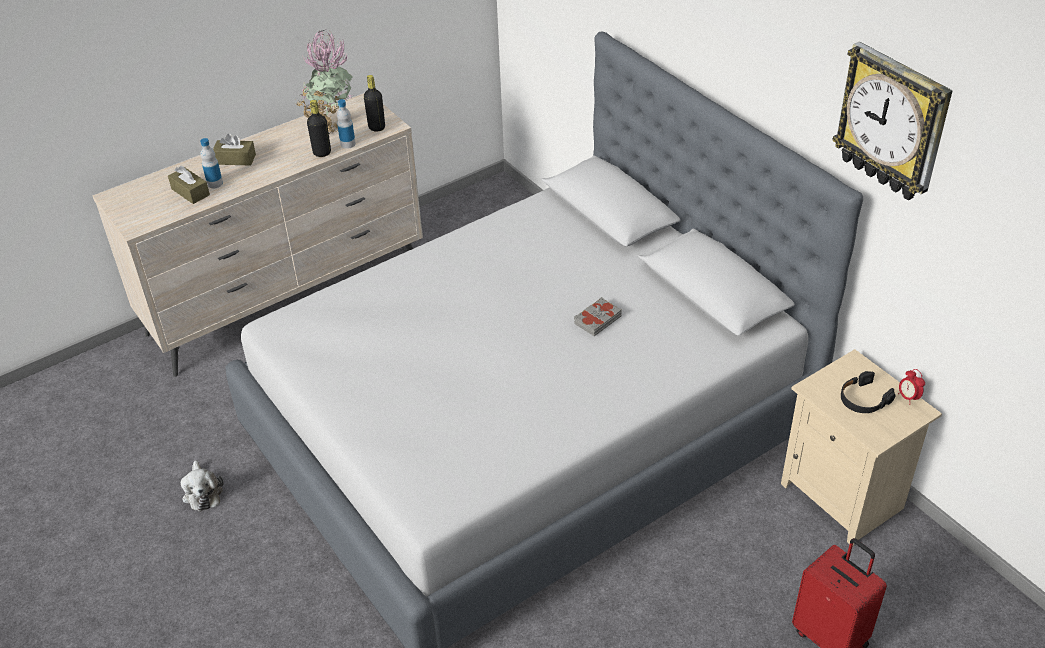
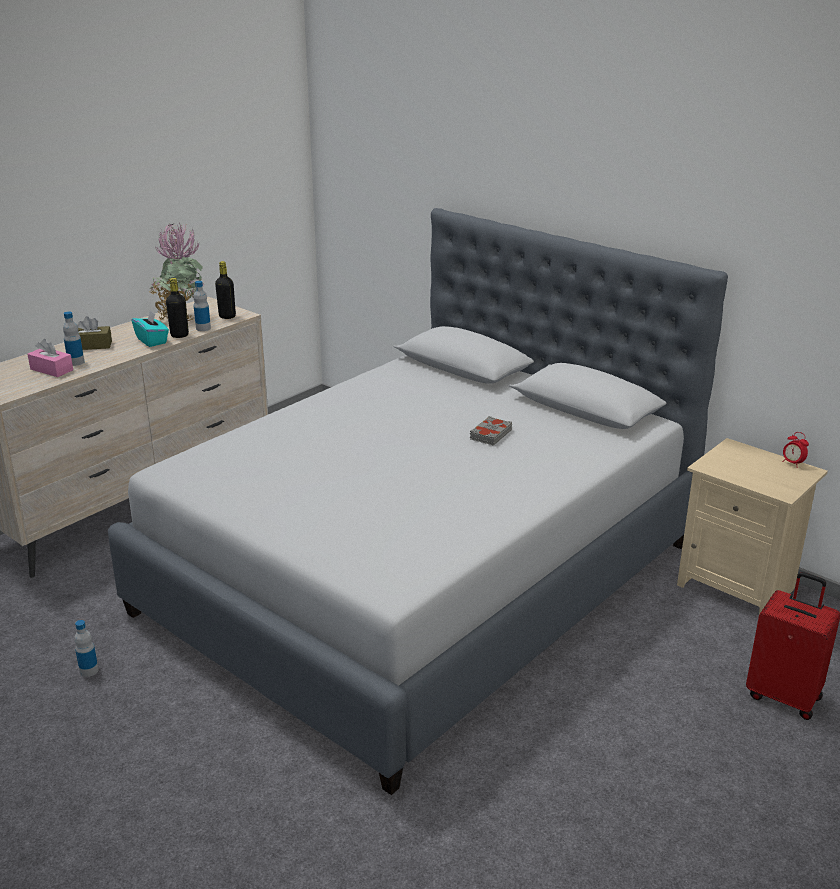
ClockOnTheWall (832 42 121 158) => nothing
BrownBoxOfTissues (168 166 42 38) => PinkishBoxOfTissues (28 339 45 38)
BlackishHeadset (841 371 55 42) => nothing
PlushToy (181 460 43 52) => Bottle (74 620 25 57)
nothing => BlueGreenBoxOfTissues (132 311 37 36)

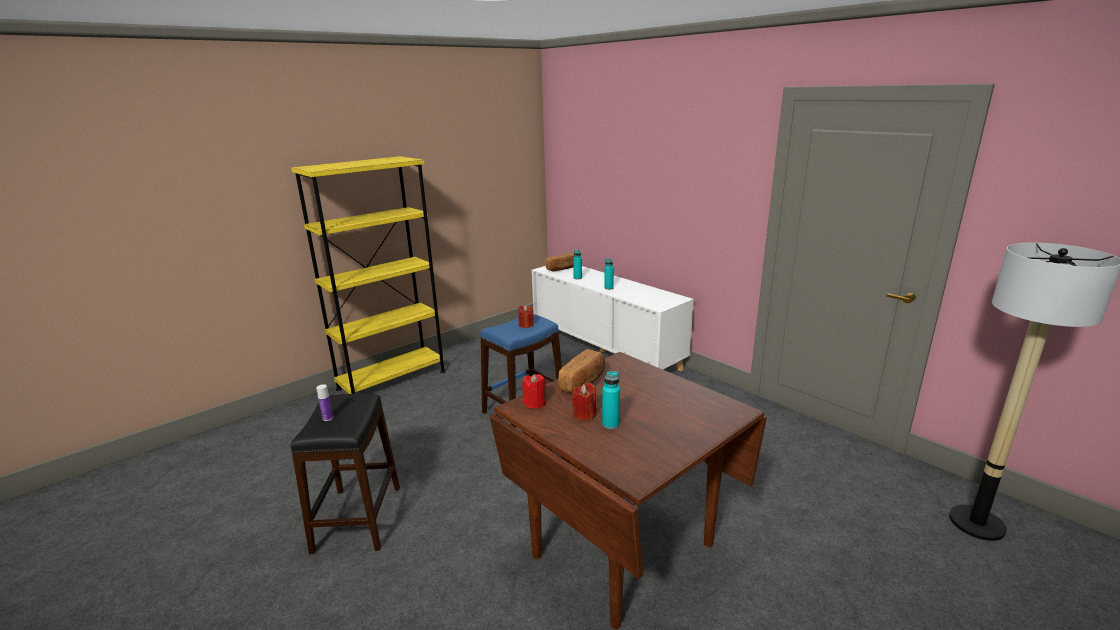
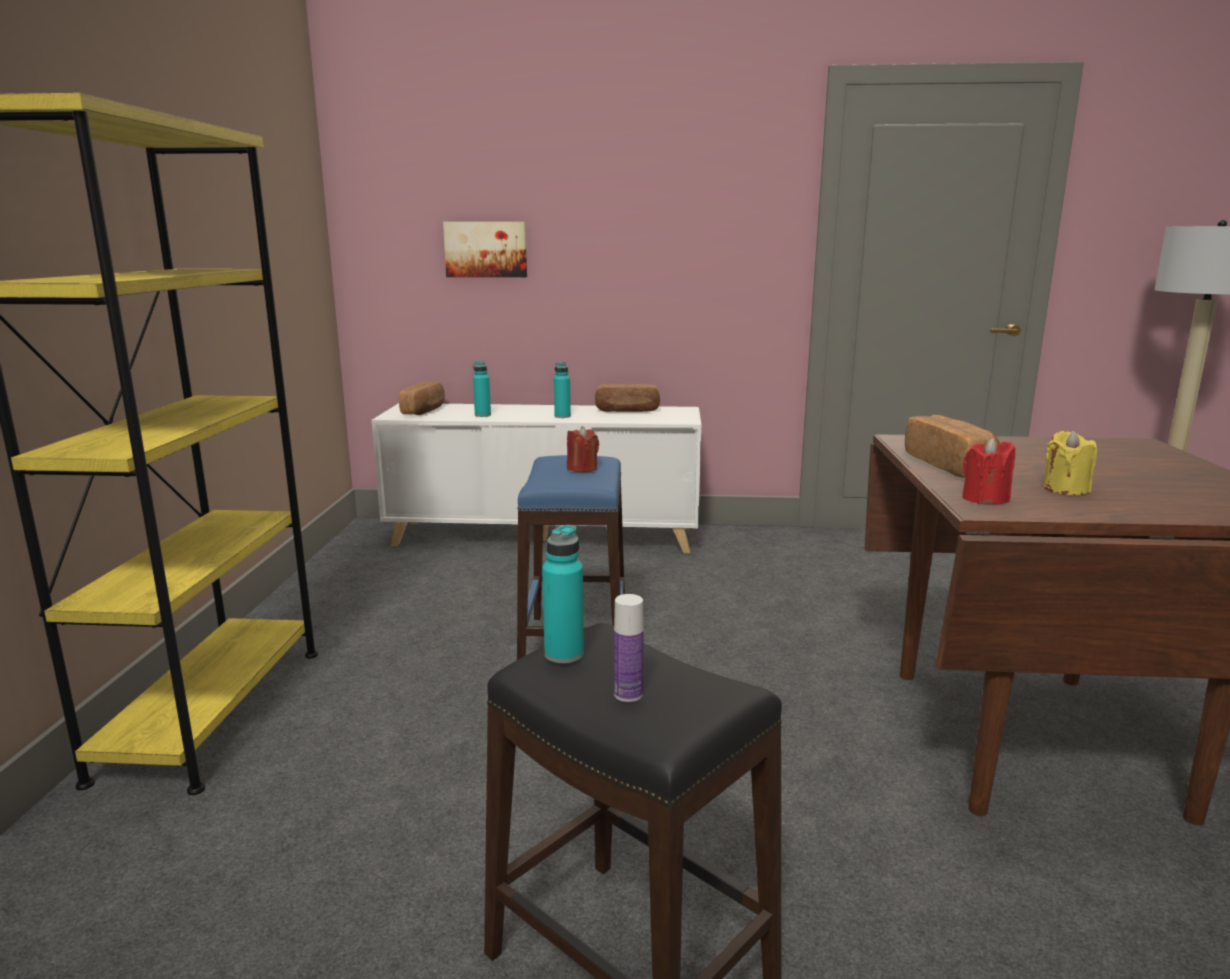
BlueGreenBottle (602 371 18 58) => BlueGreenBottle (542 525 42 138), shifted
RedWaxLight (572 383 24 38) => YellowWaxLight (1044 430 53 65)
nothing => Picture (443 222 84 55)
nothing => BakedBread (595 384 65 28)

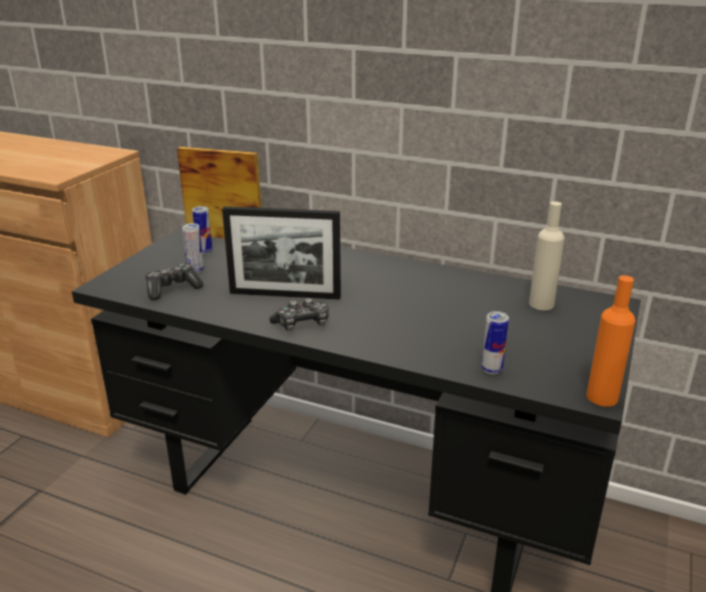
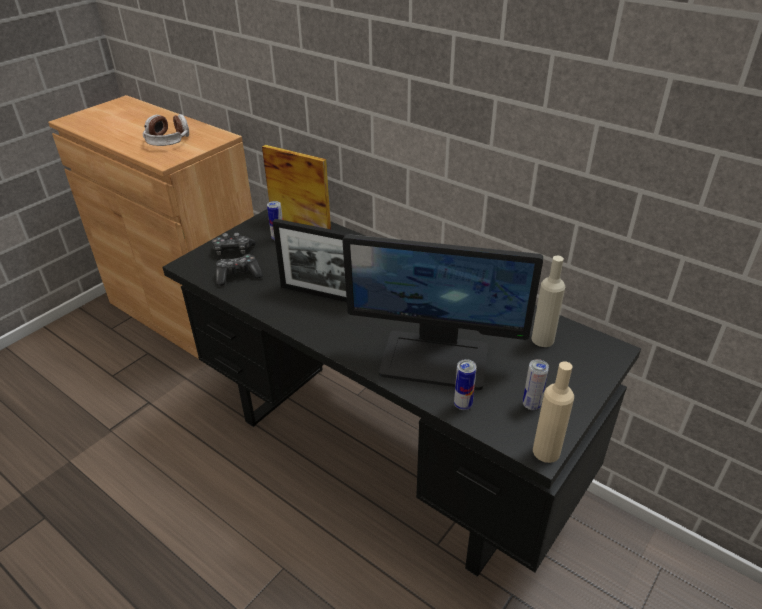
Can (182 223 22 50) => Can (523 359 26 51), shifted
OrangeBottle (587 275 49 132) => SandColouredBottle (533 361 41 102)
GameController (270 298 59 33) => GameController (212 233 44 22), shifted
nothing => Headset (143 114 46 32)
nothing => Monitor (342 234 201 156)

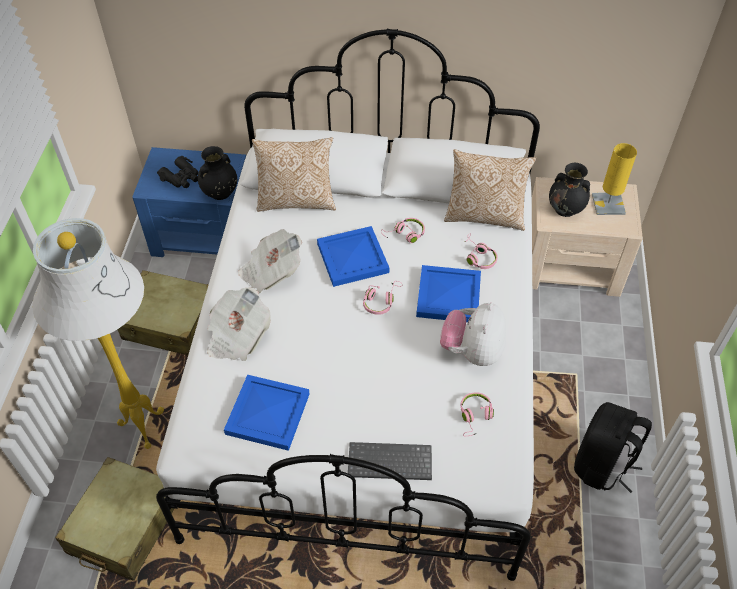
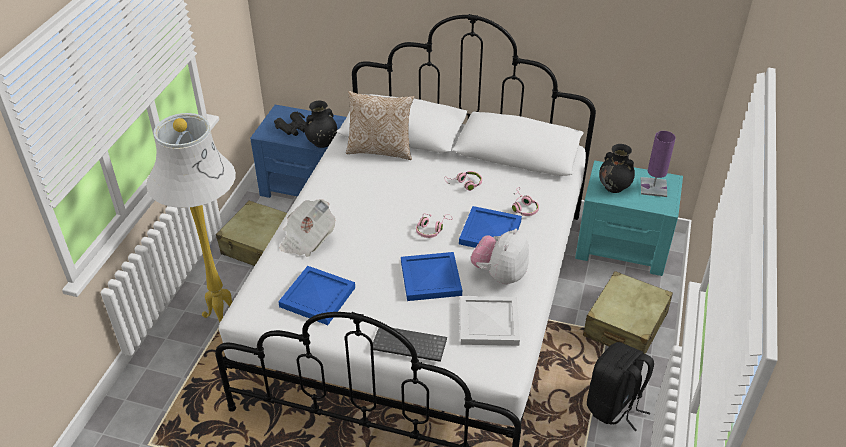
YellowTableLamp (592 143 45 72) => PurpleColouredTableLamp (641 131 35 66)
Cushion (444 149 92 82) => nothing
SandColouredNightTable (532 177 111 120) => BlueGreenNightTable (575 160 108 116)
BlueColouredCarryingTray (317 226 72 61) => BlueColouredCarryingTray (401 252 61 49), shifted
PrintedPaper (238 229 64 64) => nothing
PinkishHeadset (460 392 34 44) => WhiteColouredCarryingTray (460 296 60 50)
SandColouredSuitcase (55 457 120 124) => SandColouredSuitcase (583 271 90 83), shifted

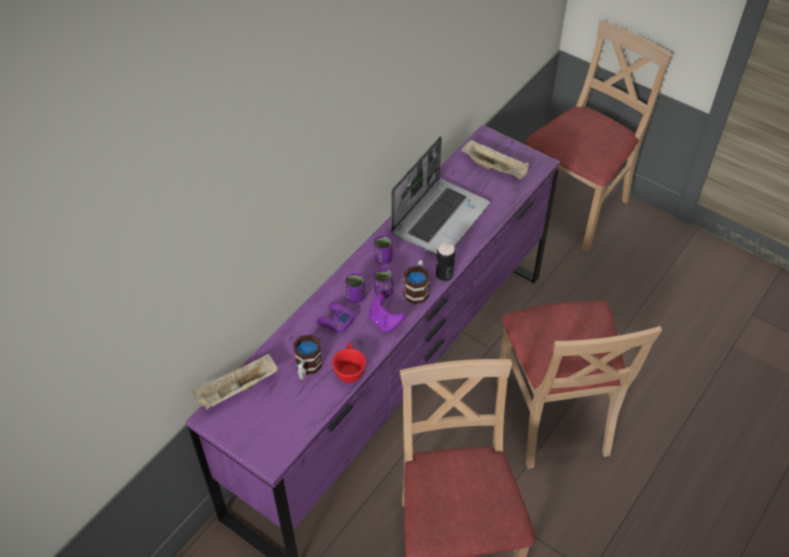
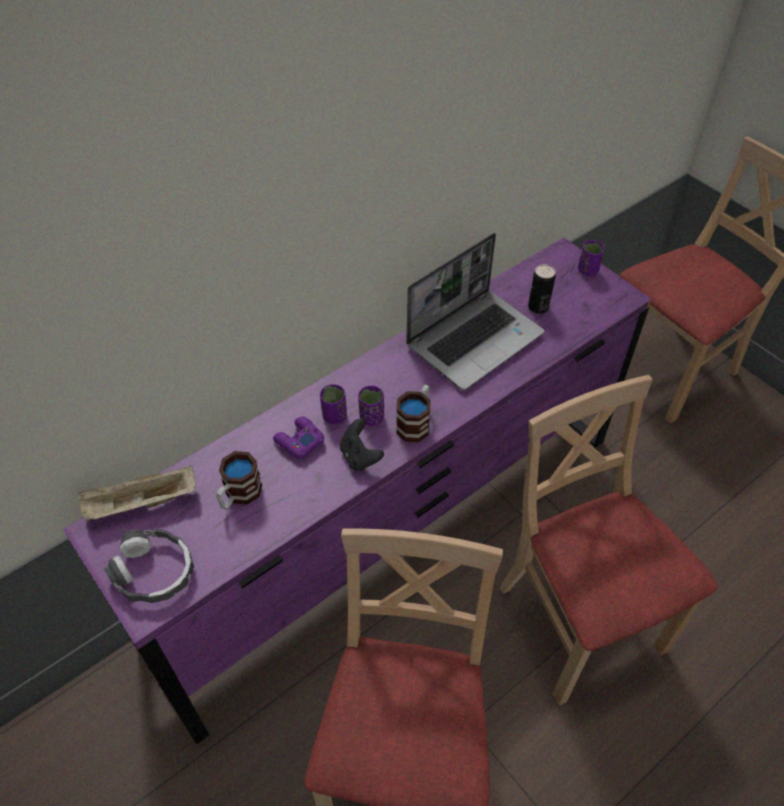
SandColouredCarryingTray (461 140 68 39) => nothing
PurpleColouredCup (374 235 18 30) => PurpleColouredCup (578 240 27 36), shifted
Can (436 243 19 38) => Can (528 264 28 50), shifted
PurpleColouredGameController (369 294 36 38) => BlackishGameController (340 419 44 52)
SandColouredPlainChair (496 300 166 169) => SandColouredPlainChair (500 375 217 331), 150 degrees clockwise
RedCup (332 343 34 40) => nothing
nothing => Headset (104 529 90 74)

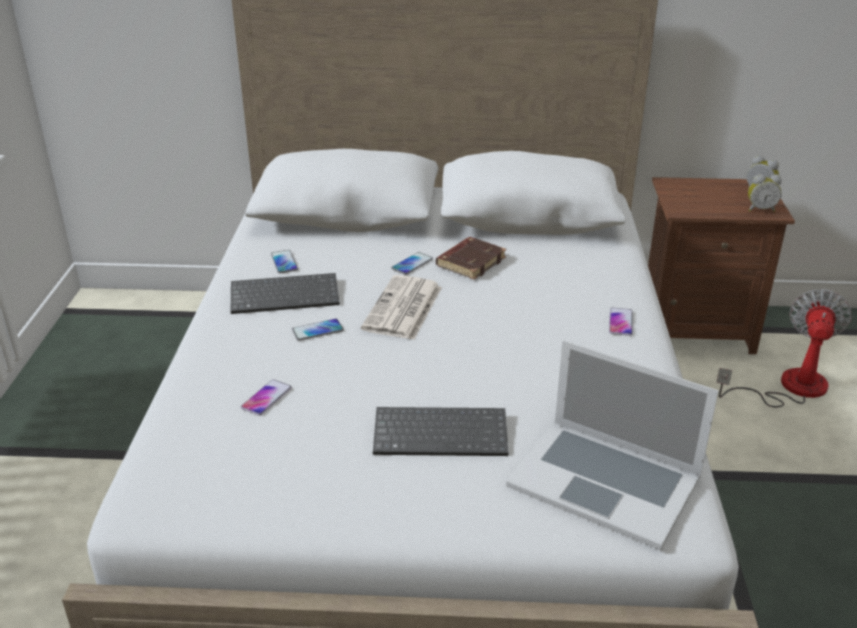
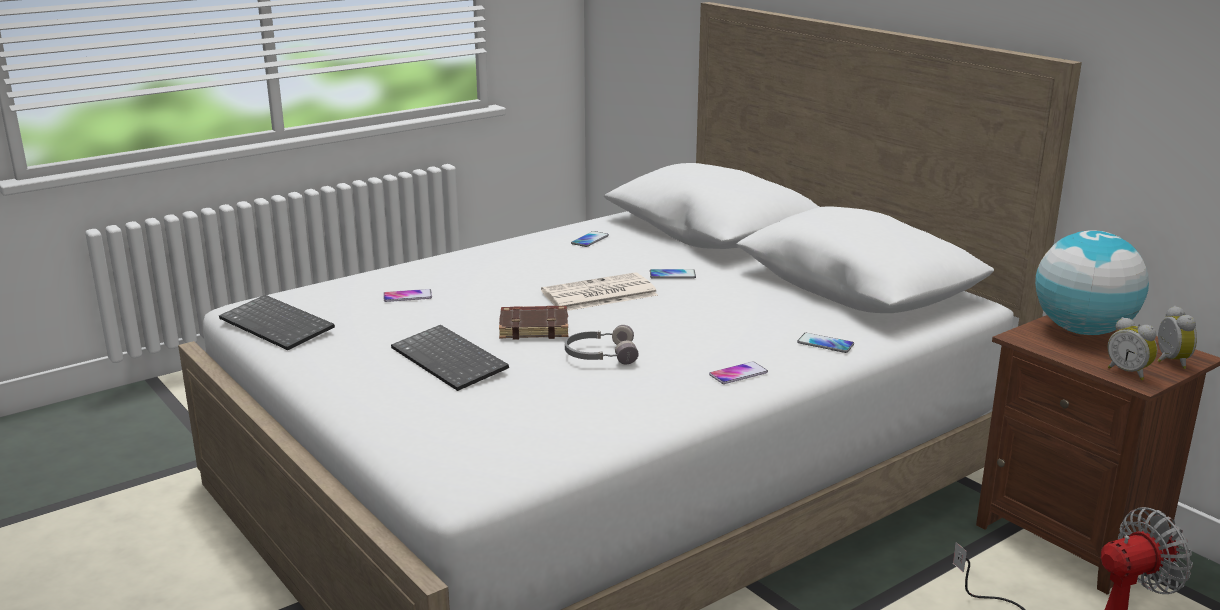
BrownVolume (436 237 70 43) => BrownVolume (499 306 69 34), shifted
PcKeyboard (231 273 109 41) => PcKeyboard (219 295 116 55), shifted
Phone (292 319 51 22) => Phone (797 333 57 20), shifted
NotebookComputer (506 340 213 210) => nothing
nothing => WorldGlobe (1035 230 114 105)
nothing => GreyHeadset (565 325 74 39)

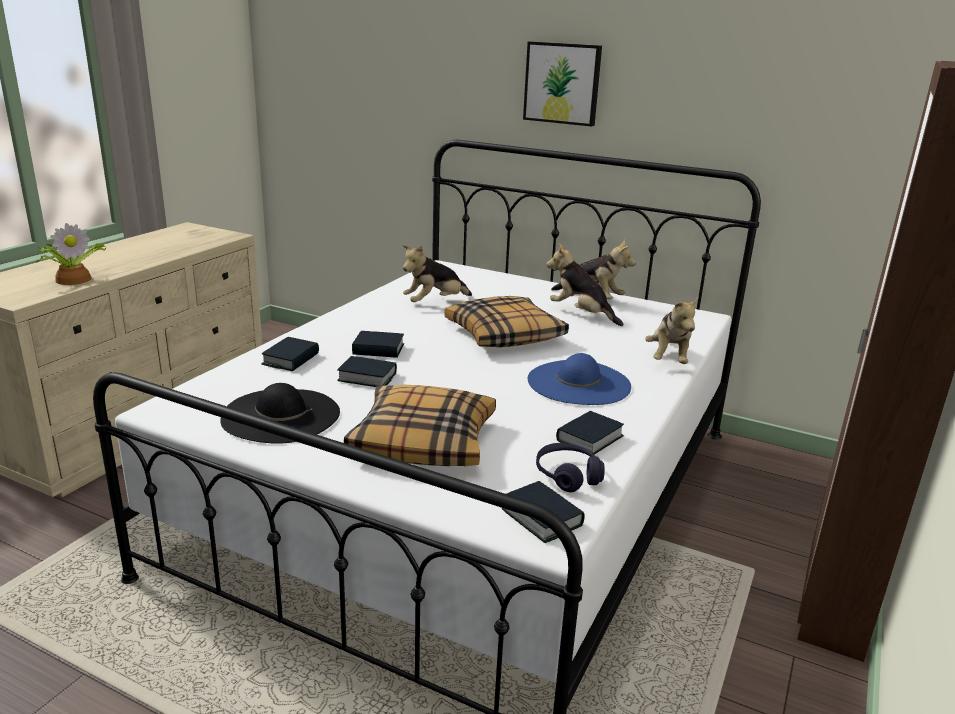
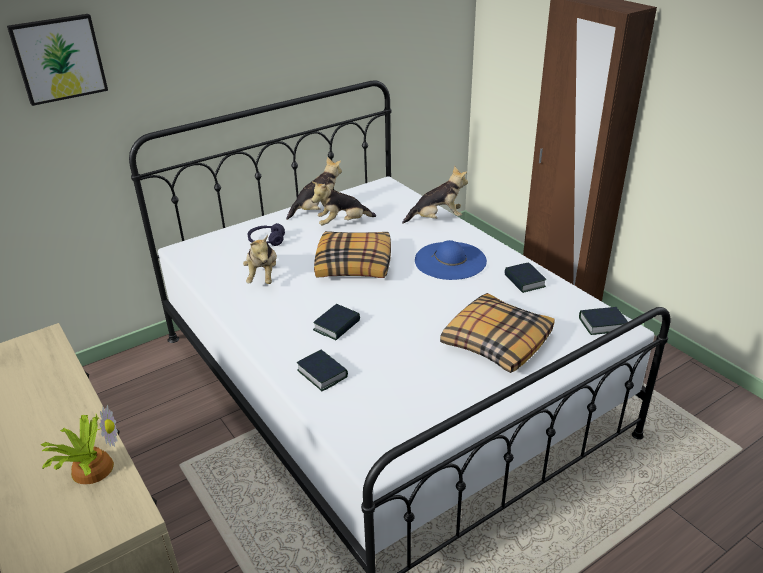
Picture (523 41 79 85) => Picture (7 14 101 92), shifted
PlushToy (645 297 54 67) => PlushToy (402 166 66 58), 45 degrees counterclockwise
Volume (337 356 60 31) => nothing
BlackishClothingHat (220 383 120 61) => nothing
PurpleColouredHeadset (536 443 68 49) => PurpleColouredHeadset (248 223 37 23), shifted

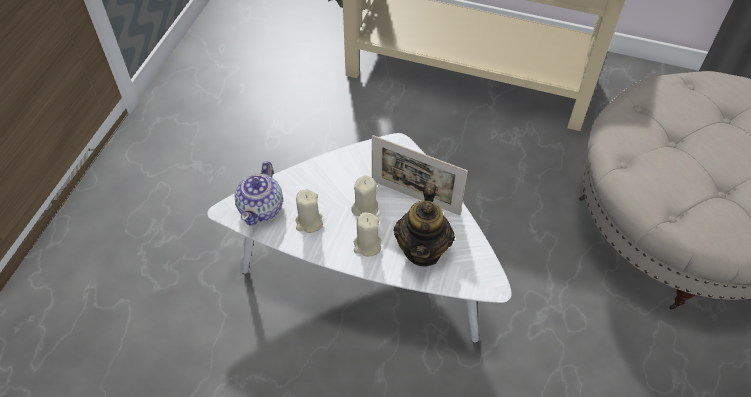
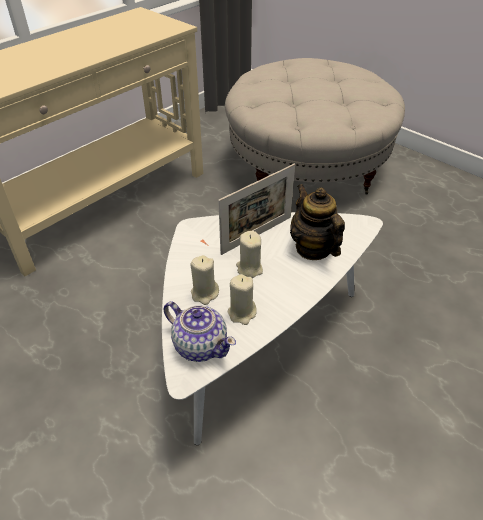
Teapot (394 183 61 83) => Teapot (290 184 55 76), 150 degrees counterclockwise
SandColouredWaxLight (354 213 27 43) => SandColouredWaxLight (191 255 28 50), shifted

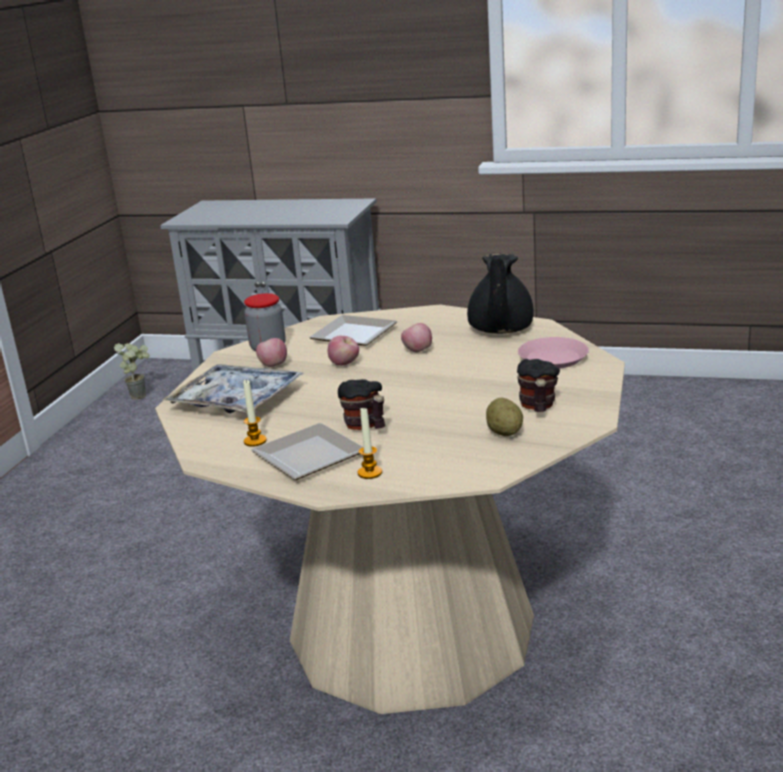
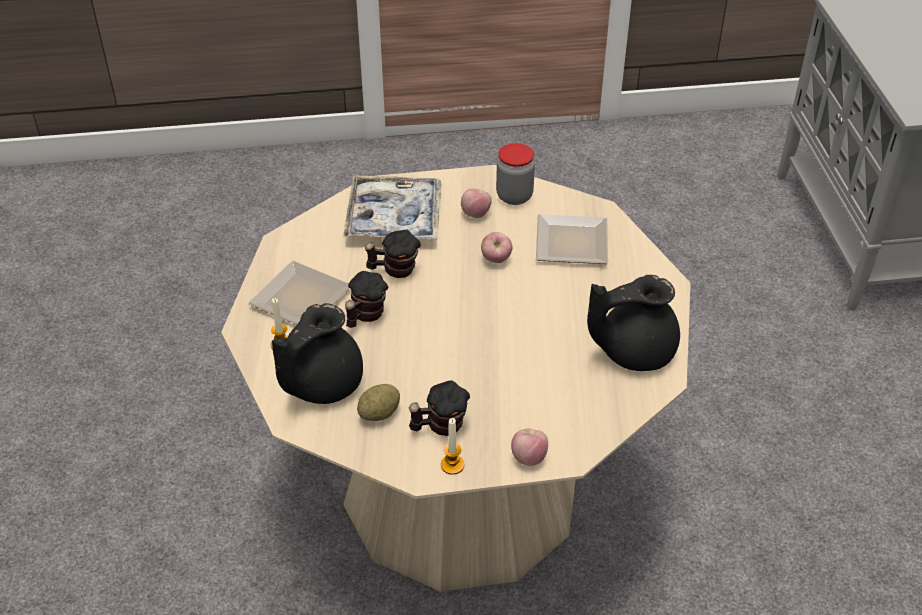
AppleFruit (401 323 31 30) => AppleFruit (511 429 37 37), shifted
PinkishDinnerPlate (518 337 71 32) => nothing
PlantInAPot (114 343 36 57) => nothing
WaxLight (243 380 24 67) => WaxLight (441 418 23 57), shifted
nothing => CoffeeMug (365 230 56 48)
nothing => BlackishTeapot (272 303 91 101)

